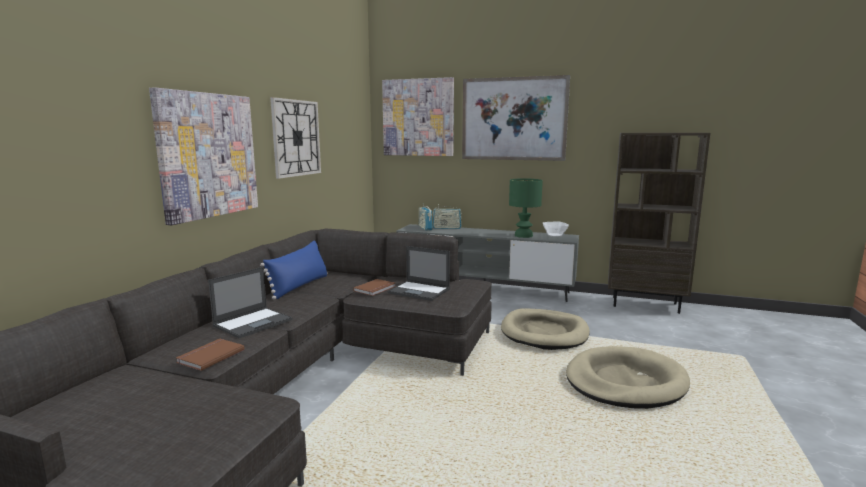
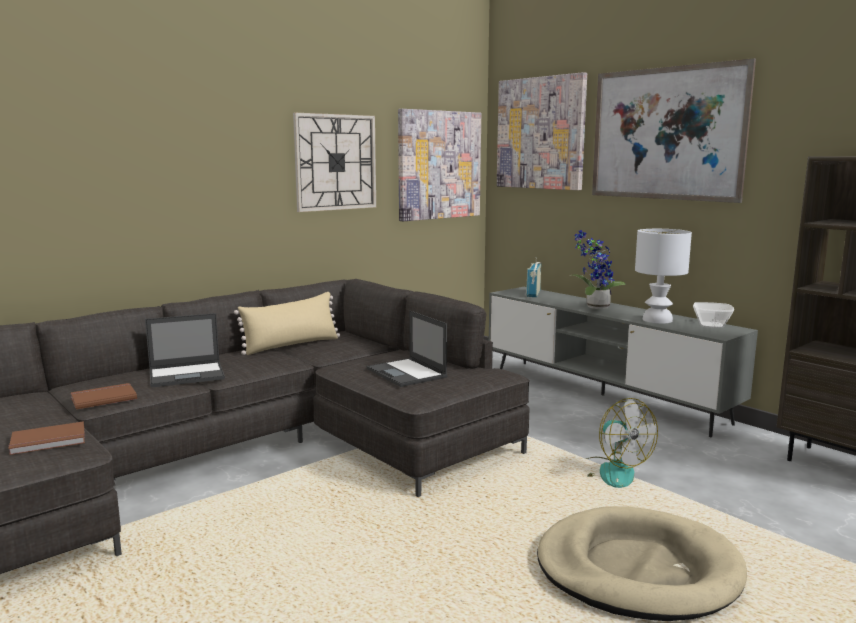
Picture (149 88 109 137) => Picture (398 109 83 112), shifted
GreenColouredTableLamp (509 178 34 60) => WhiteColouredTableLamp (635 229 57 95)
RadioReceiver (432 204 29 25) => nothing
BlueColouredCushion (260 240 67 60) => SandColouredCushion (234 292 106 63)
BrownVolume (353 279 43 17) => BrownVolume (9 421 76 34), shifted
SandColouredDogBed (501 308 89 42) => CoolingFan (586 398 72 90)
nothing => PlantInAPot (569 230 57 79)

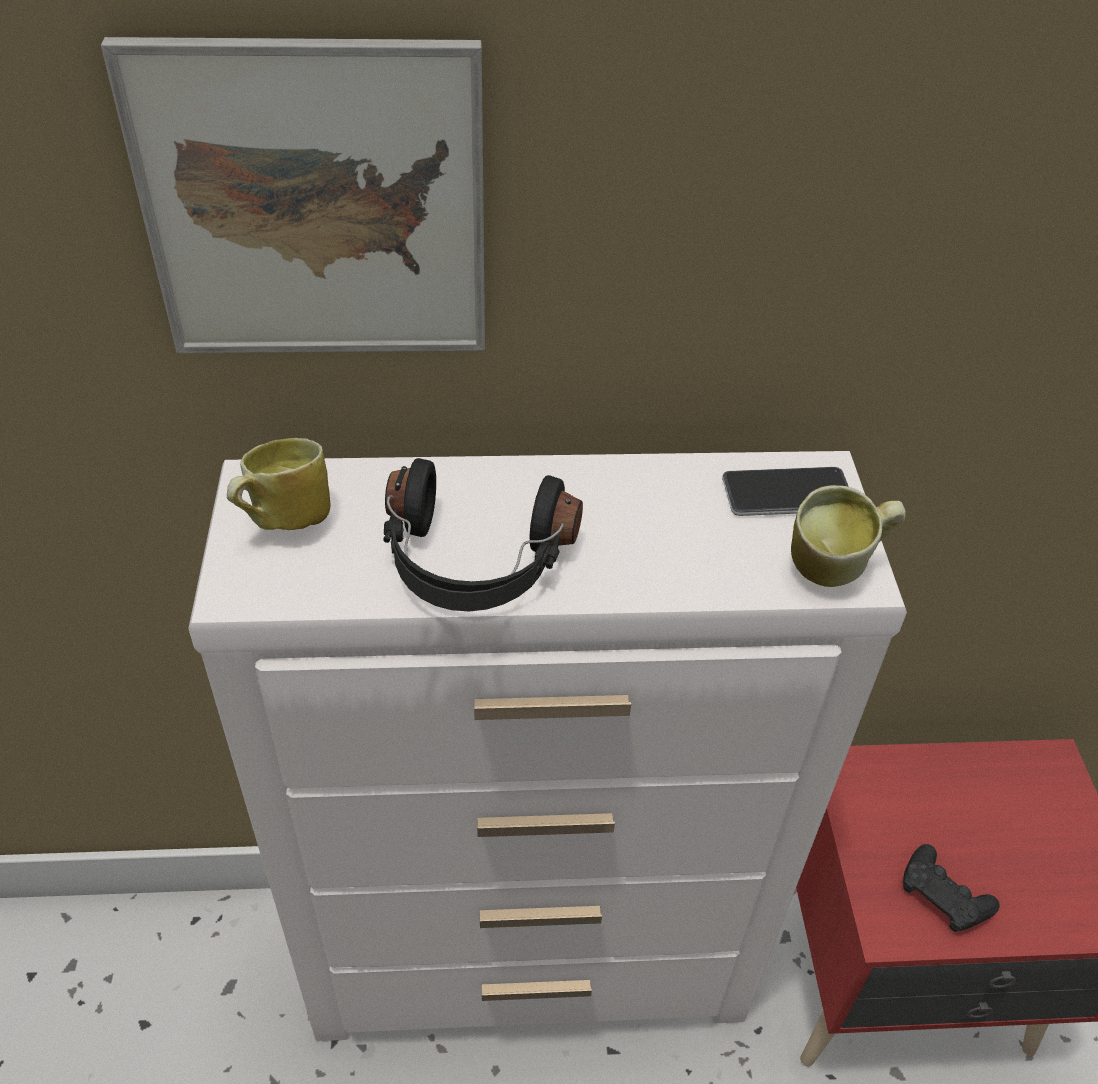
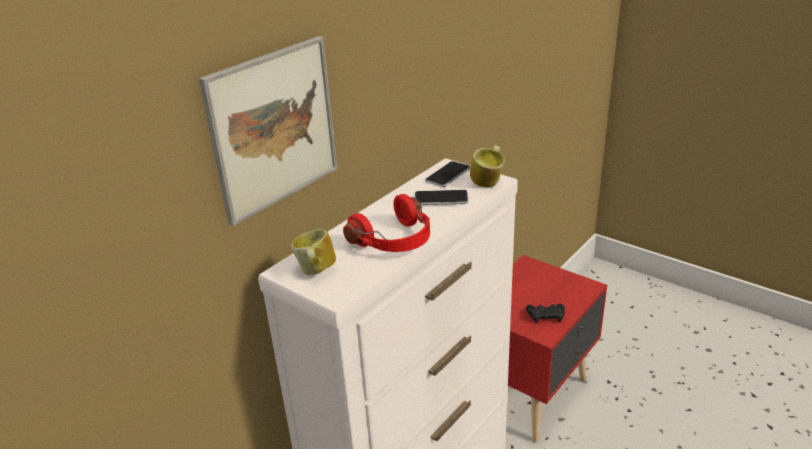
BlackishHeadset (383 458 200 153) => RedHeadset (343 194 87 58)
nothing => Phone (415 190 54 15)

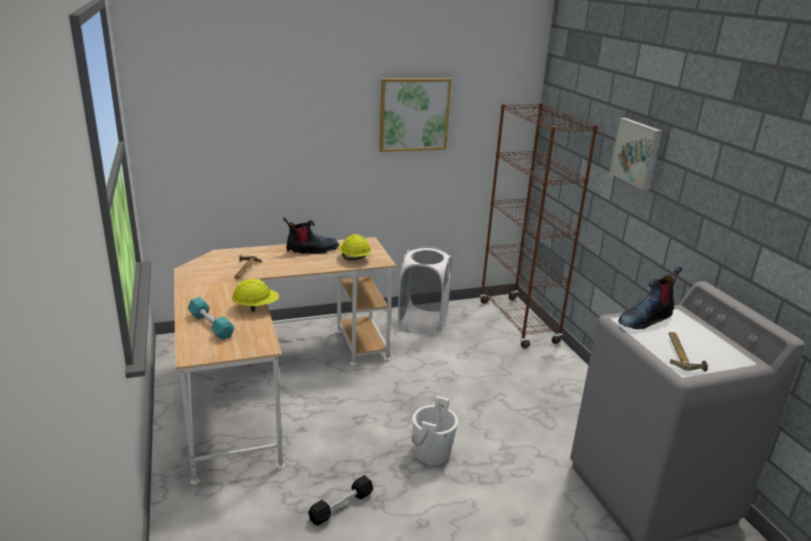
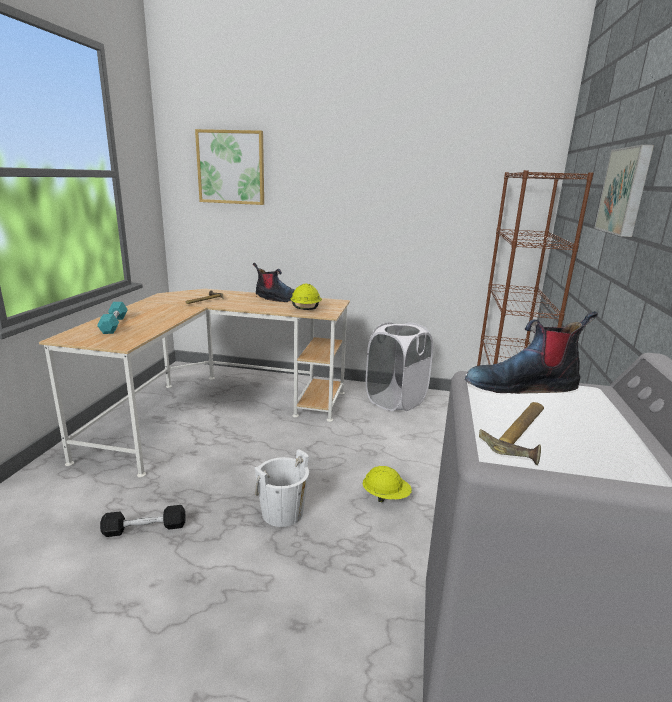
Picture (379 78 73 74) => Picture (195 129 69 76), shifted
YellowSafetyHelmet (232 279 47 33) => YellowSafetyHelmet (363 466 49 37), shifted

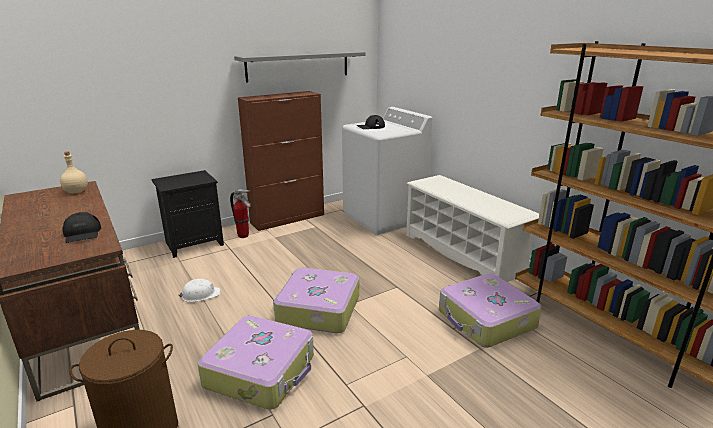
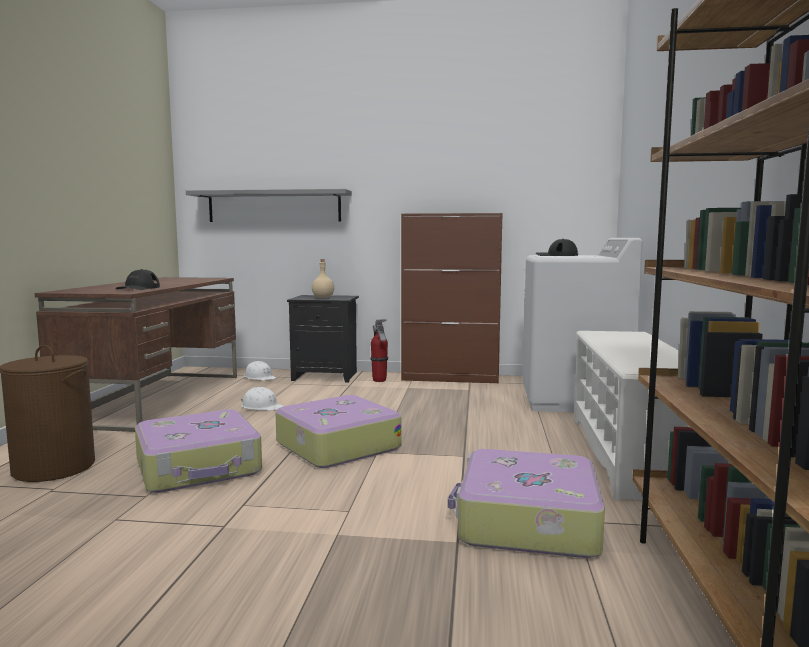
GreyShelf (234 51 131 32) => GreyShelf (186 189 166 33), shifted
SandColouredBottle (60 152 28 41) => SandColouredBottle (312 259 22 39), shifted
nothing => WhiteColouredSafetyHelmet (244 361 32 20)

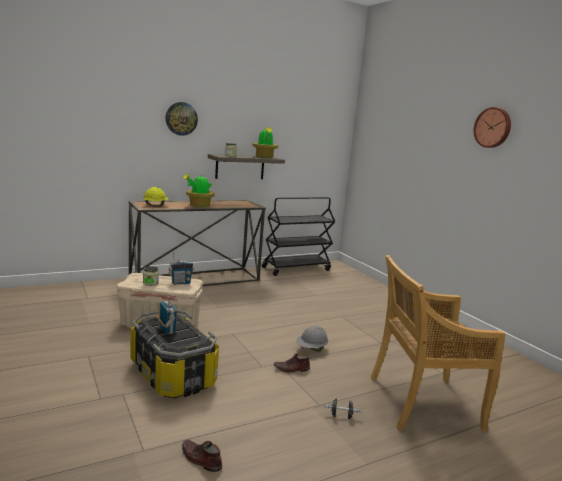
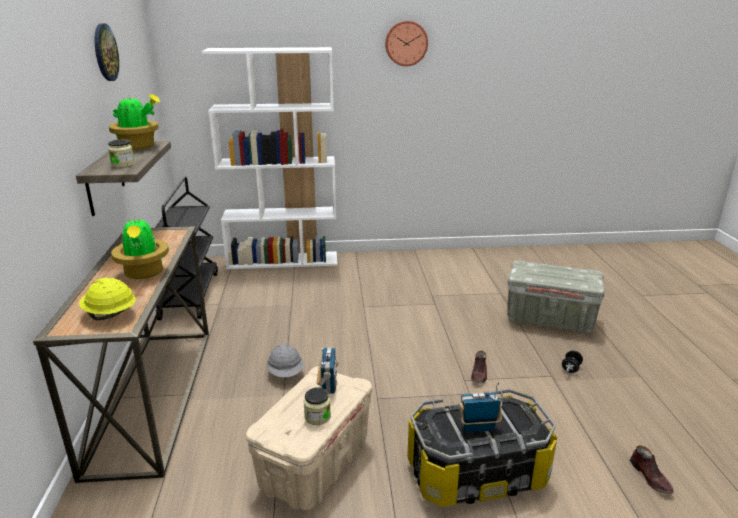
ClockOnTheWall (166 102 32 34) => ClockOnTheWall (95 23 24 58), shifted
SandColouredPlainChair (371 255 135 176) => GreyStorageBox (507 261 98 73)
GreySafetyHelmet (296 326 32 25) => GreySafetyHelmet (267 344 37 33), shifted
BrownItemOfFootwear (182 439 40 33) => BrownItemOfFootwear (630 445 44 49), 75 degrees counterclockwise
nothing => WhiteColouredBookcase (201 47 137 222)

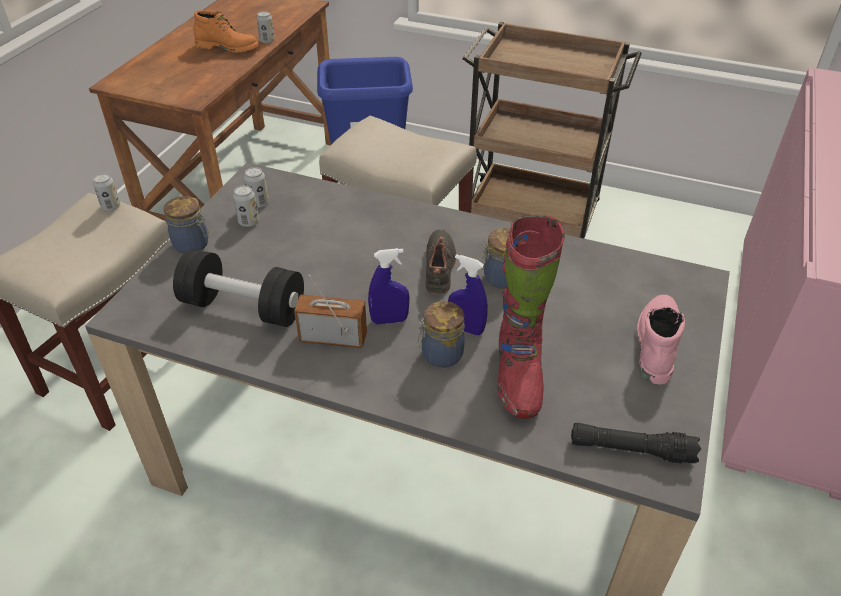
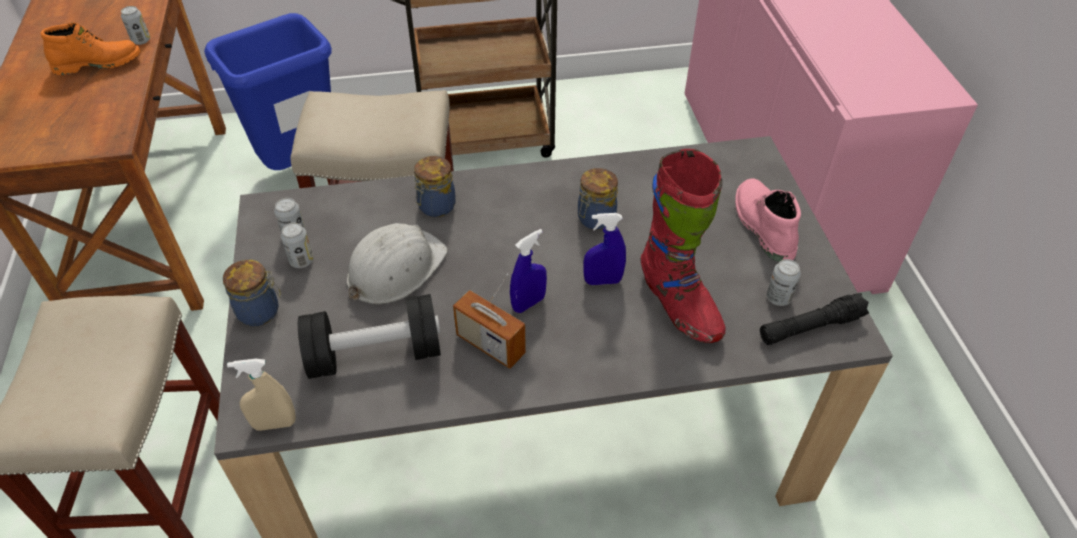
Can (93 173 27 38) => Can (767 259 34 47), shifted
BlackishItemOfFootwear (425 229 31 65) => nothing
RadioReceiver (294 275 73 73) => RadioReceiver (453 273 73 96), 120 degrees counterclockwise
StorageJar (417 301 48 67) => StorageJar (414 156 42 61), shifted
nothing => WhiteColouredSafetyHelmet (347 223 101 81)
nothing => SandColouredSprayer (227 359 69 72)

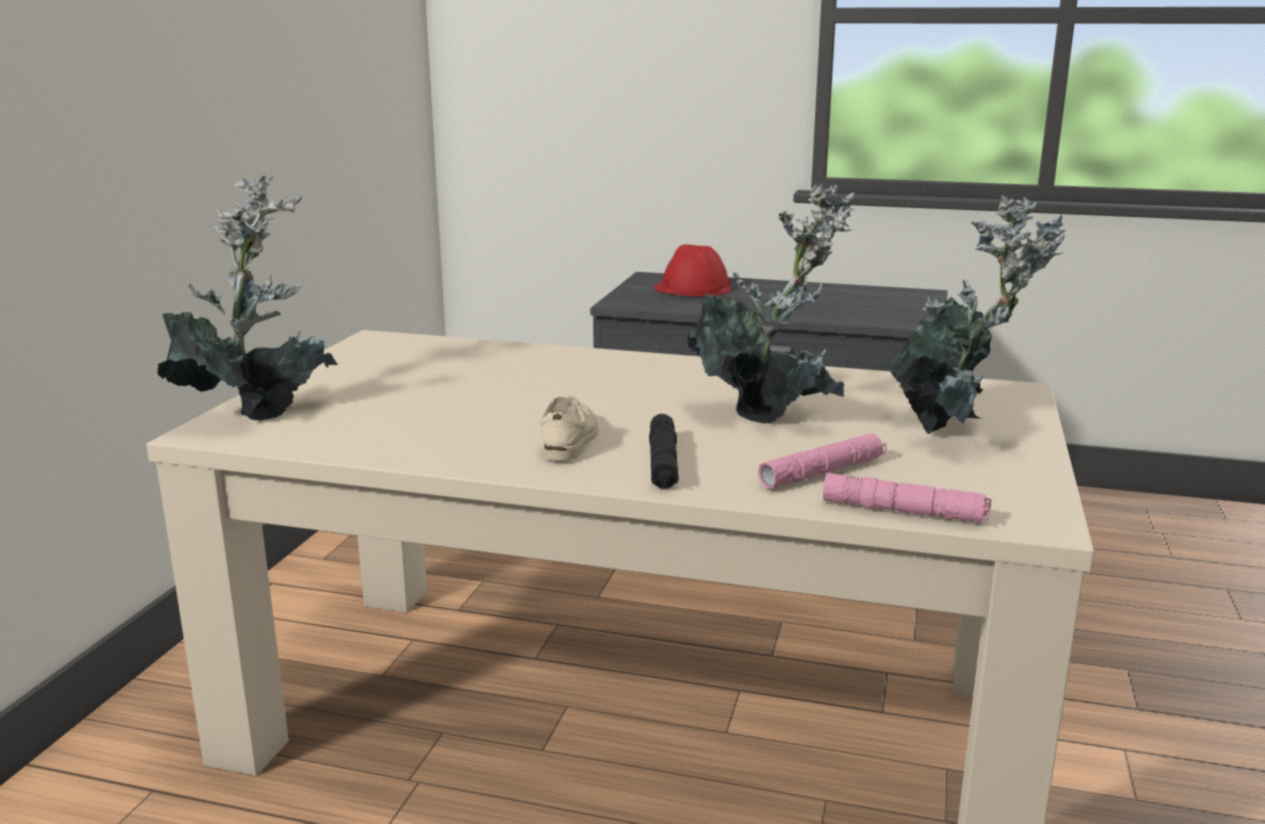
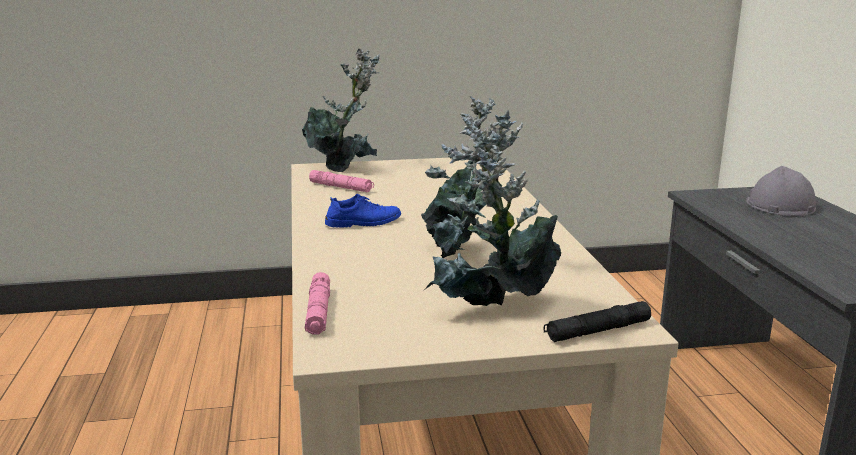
RedSafetyHelmet (654 244 77 52) => GreySafetyHelmet (746 166 70 50)
SandColouredItemOfFootwear (540 396 59 65) => BlueColouredItemOfFootwear (325 194 76 34)
BlackishTorch (649 414 30 75) => BlackishTorch (543 301 108 41), shifted
PinkishTorch (758 434 129 55) => PinkishTorch (309 170 65 22), shifted

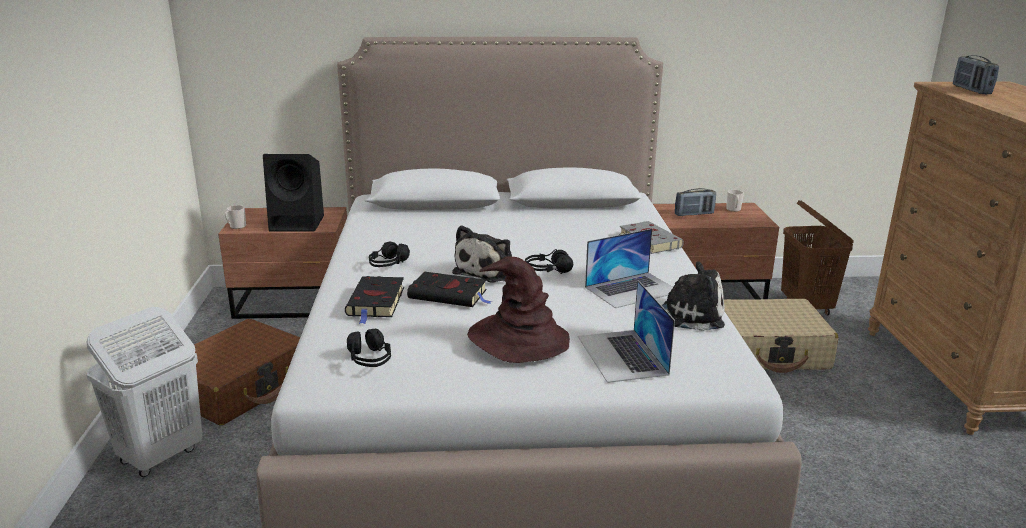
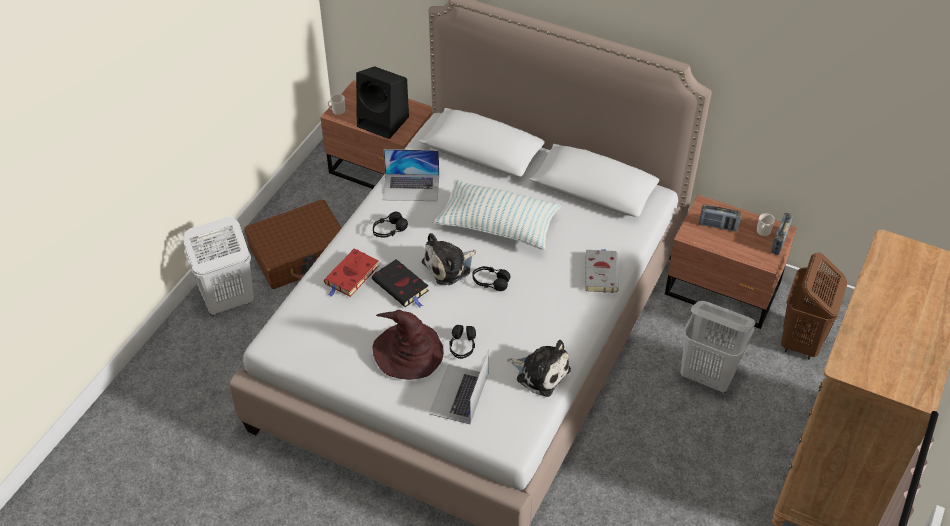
RadioReceiver (953 55 46 39) => RadioReceiver (771 213 22 42), shifted
NotebookComputer (585 229 88 79) => NotebookComputer (382 149 57 52), shifted
BlackishVolume (345 276 59 48) => RedVolume (324 249 55 48)
SandColouredSuitcase (724 299 115 74) => WhiteColouredLaundryBasket (681 301 75 92)
BlackishHeadset (347 329 44 38) => BlackishHeadset (449 325 27 34), shifted
nothing => Cushion (434 180 127 70)

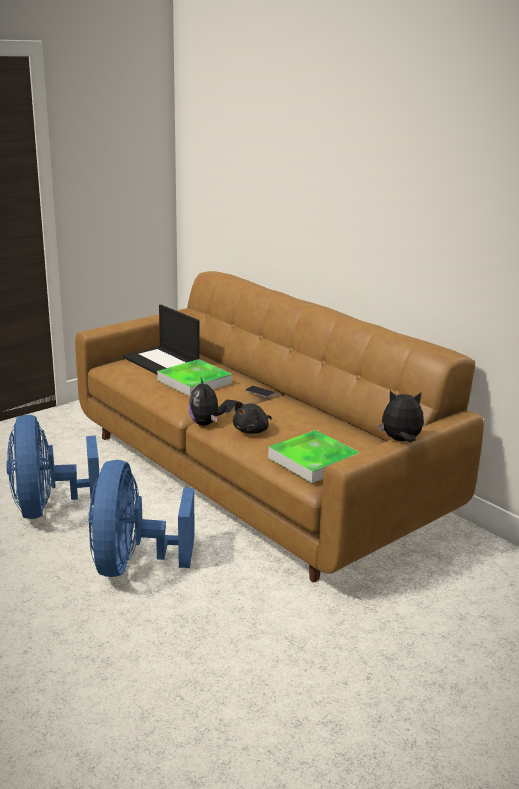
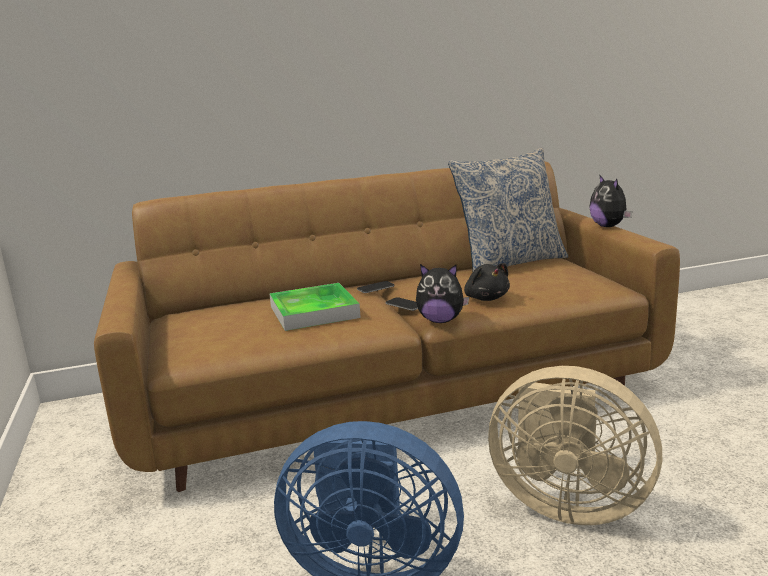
NotebookComputer (123 305 77 70) => nothing
PlushToy (379 390 45 52) => PlushToy (589 174 43 53), 45 degrees counterclockwise
CarryingTray (268 430 92 53) => nothing
BlueColouredCoolingFan (88 460 107 117) => SandColouredCoolingFan (488 366 174 159)
nothing => Cushion (448 148 120 125)

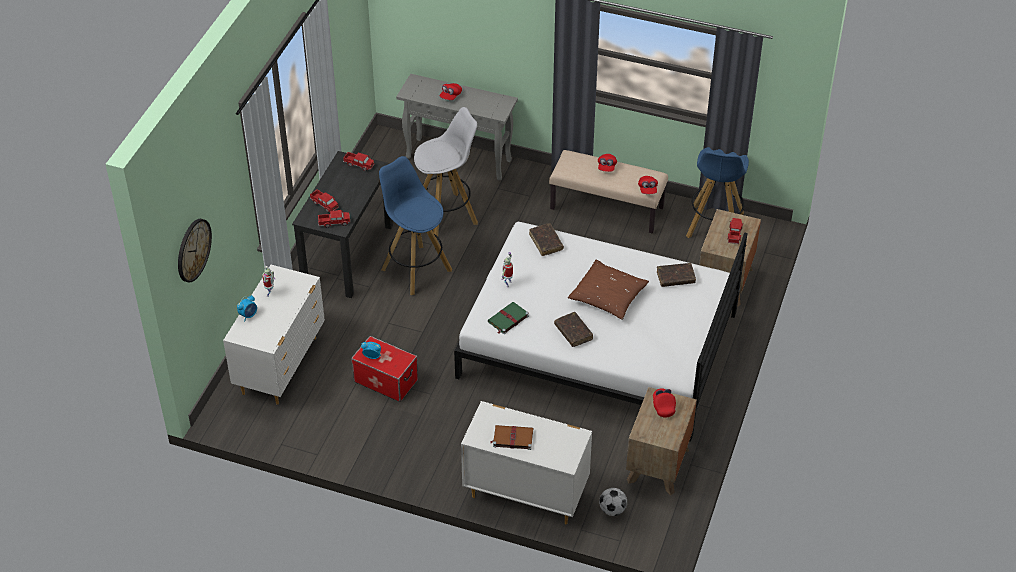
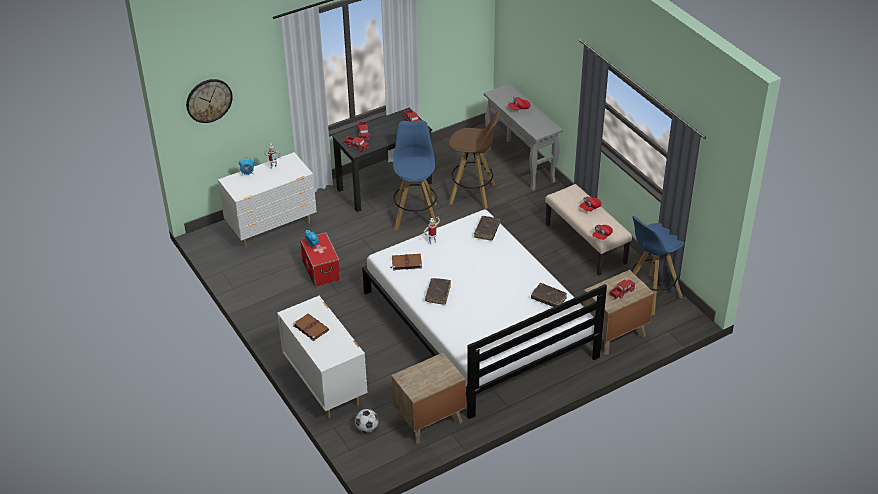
WhiteColouredStoolSeat (414 107 64 130) => BrownStoolSeat (448 111 53 99)
BrownCushion (568 260 81 60) => nothing
GreenColouredVolume (488 302 41 32) => BrownVolume (391 254 31 16)
RedCap (653 388 23 30) => nothing

